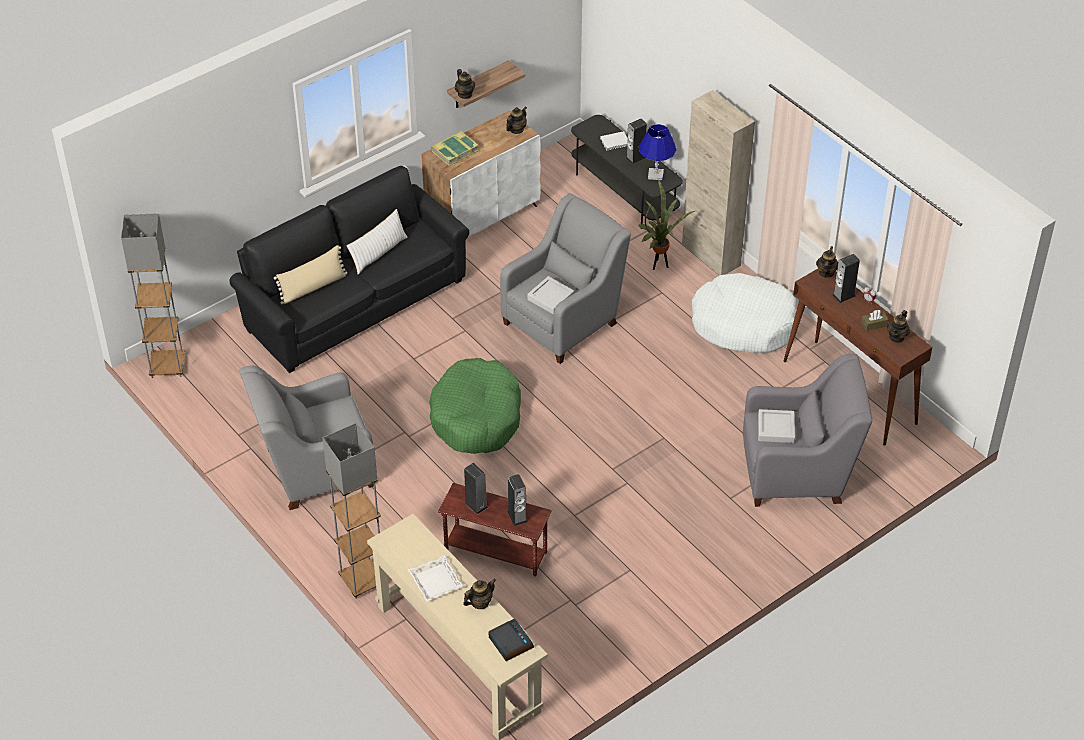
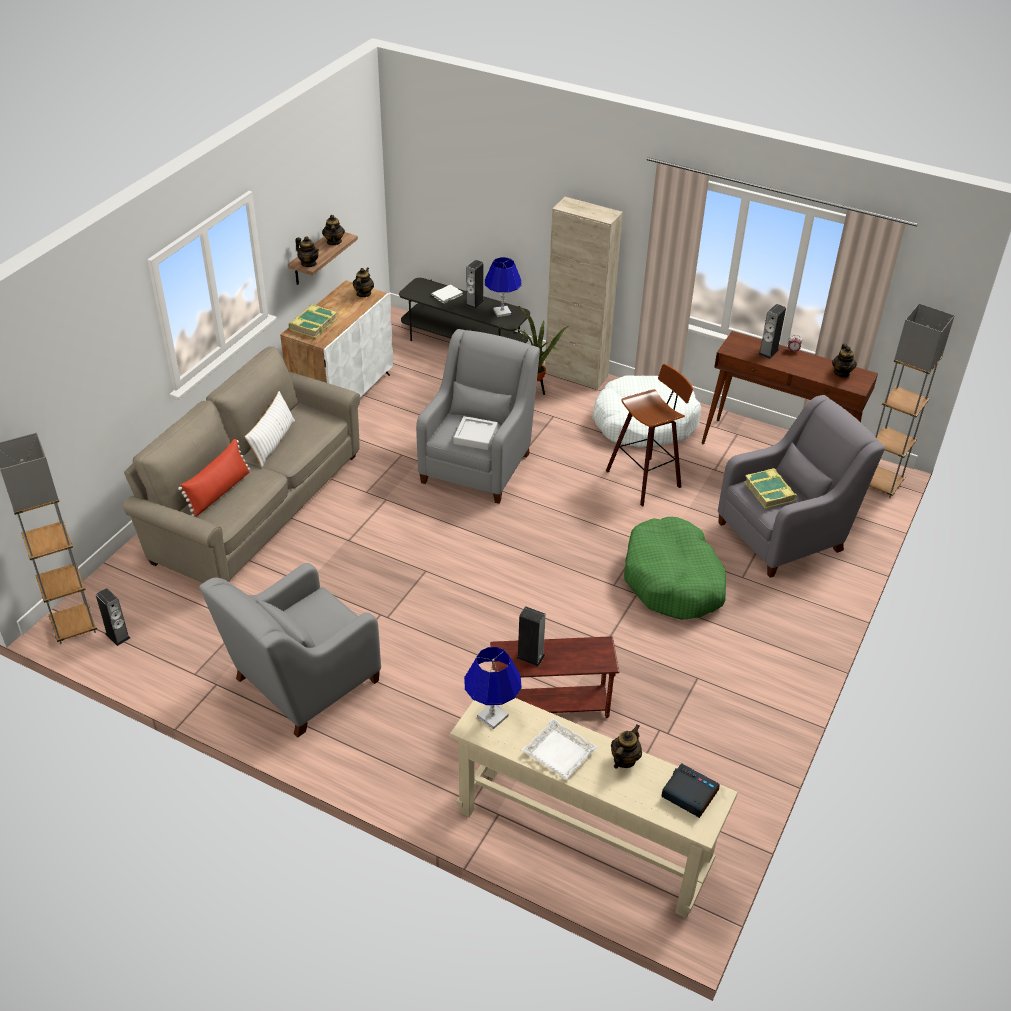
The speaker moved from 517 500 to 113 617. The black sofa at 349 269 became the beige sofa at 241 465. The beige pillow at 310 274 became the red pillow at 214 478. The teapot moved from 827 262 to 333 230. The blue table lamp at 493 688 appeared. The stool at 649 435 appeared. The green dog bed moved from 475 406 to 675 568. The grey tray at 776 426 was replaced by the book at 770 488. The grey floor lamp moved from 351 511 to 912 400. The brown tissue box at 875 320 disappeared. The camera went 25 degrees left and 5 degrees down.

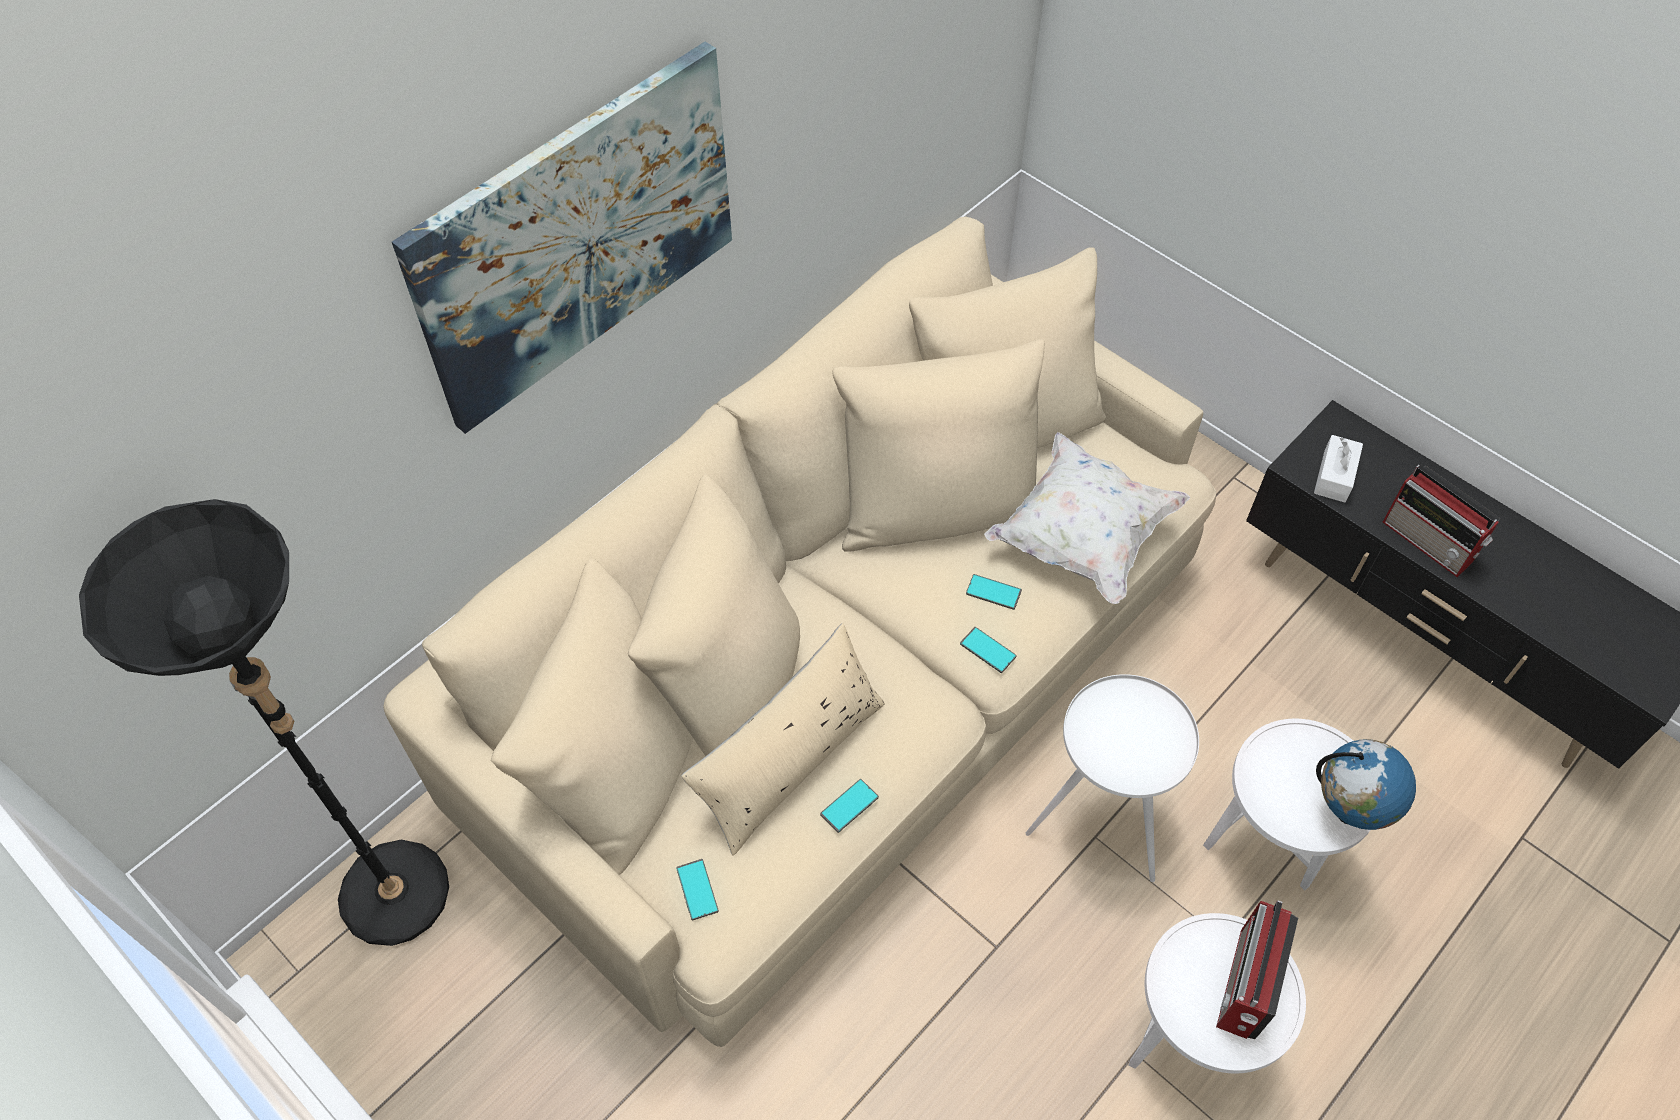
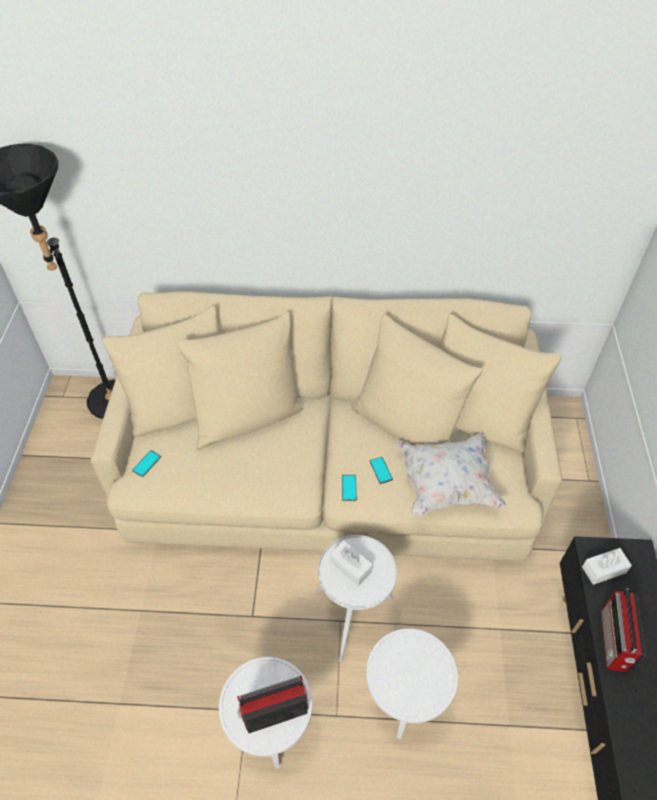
The white tissue box at 351 563 appeared. The picture at 562 238 disappeared. The beige pillow at 783 739 disappeared. The phone at 849 806 disappeared. The globe at 1366 784 disappeared. The camera went 50 degrees right and 5 degrees down.

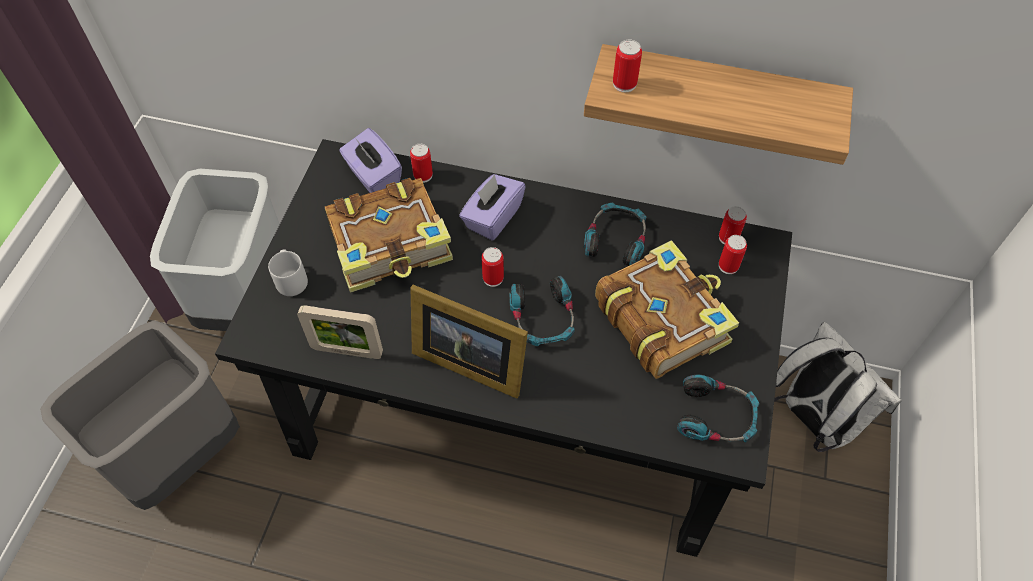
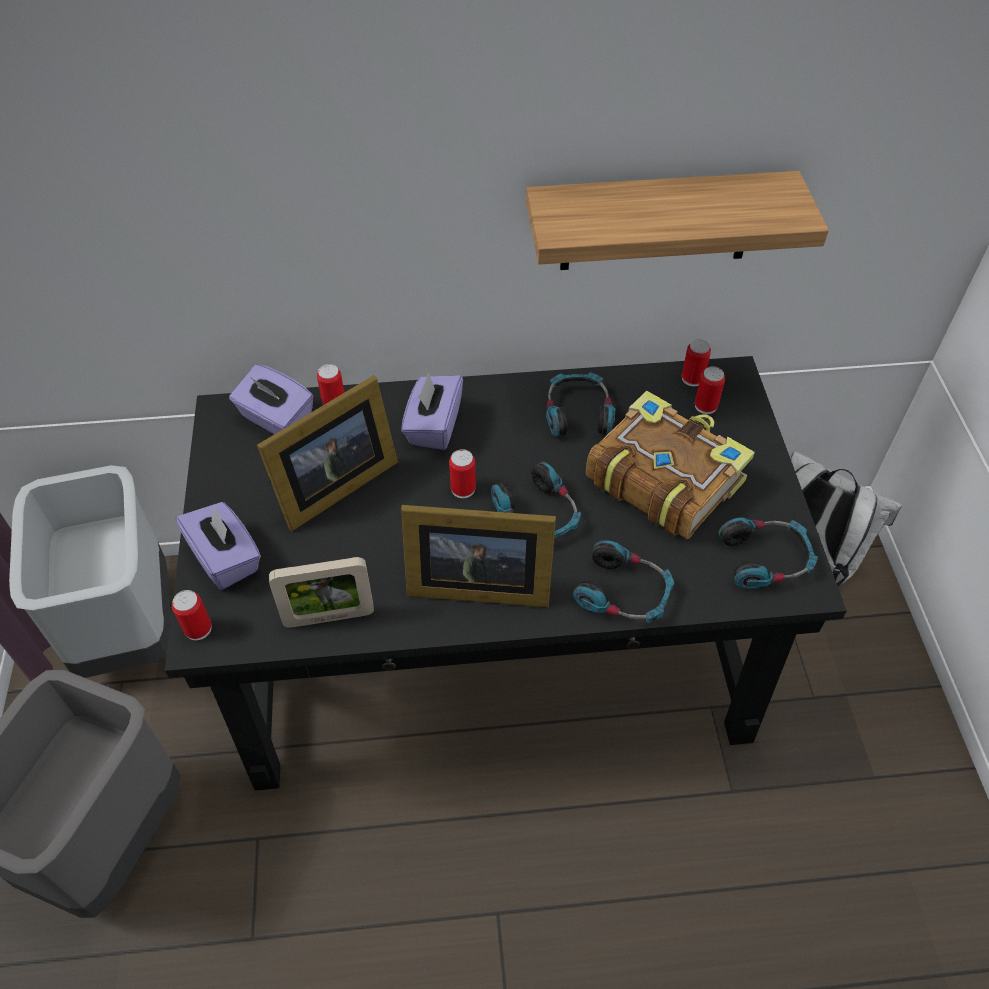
The can moved from 627 65 to 192 615. The grey mug at 288 272 was replaced by the purple tissue box at 218 546. The book at 389 235 was replaced by the picture frame at 327 453. The headphones at 623 581 appeared. The camera went 20 degrees left and 5 degrees down.

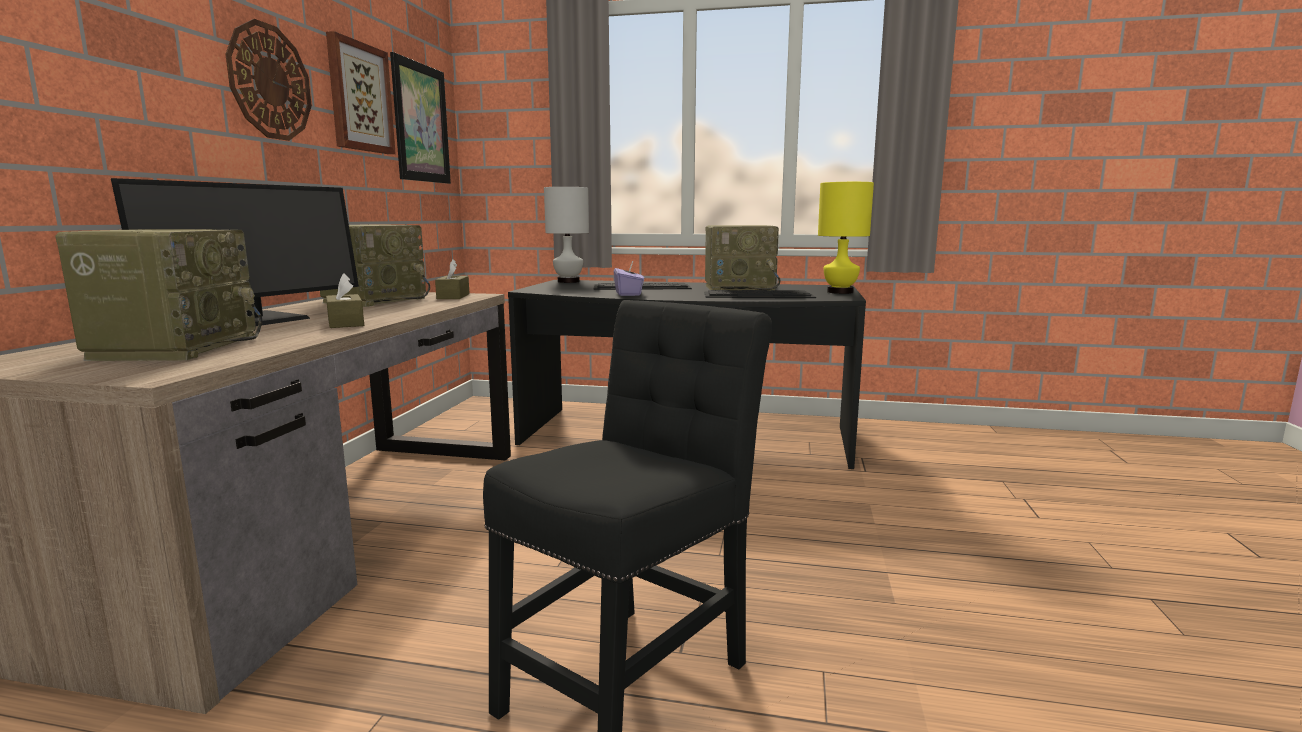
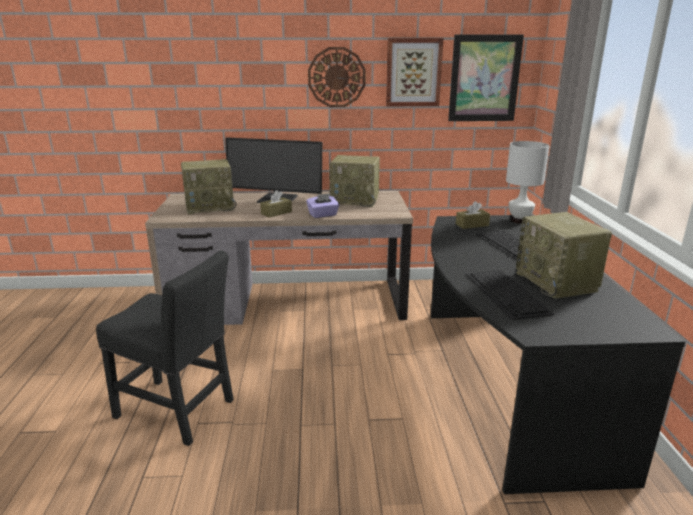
The purple tissue box moved from 629 278 to 322 205. The brown tissue box moved from 452 279 to 473 215. The yellow table lamp at 846 238 disappeared. The camera went 75 degrees right and 10 degrees up.

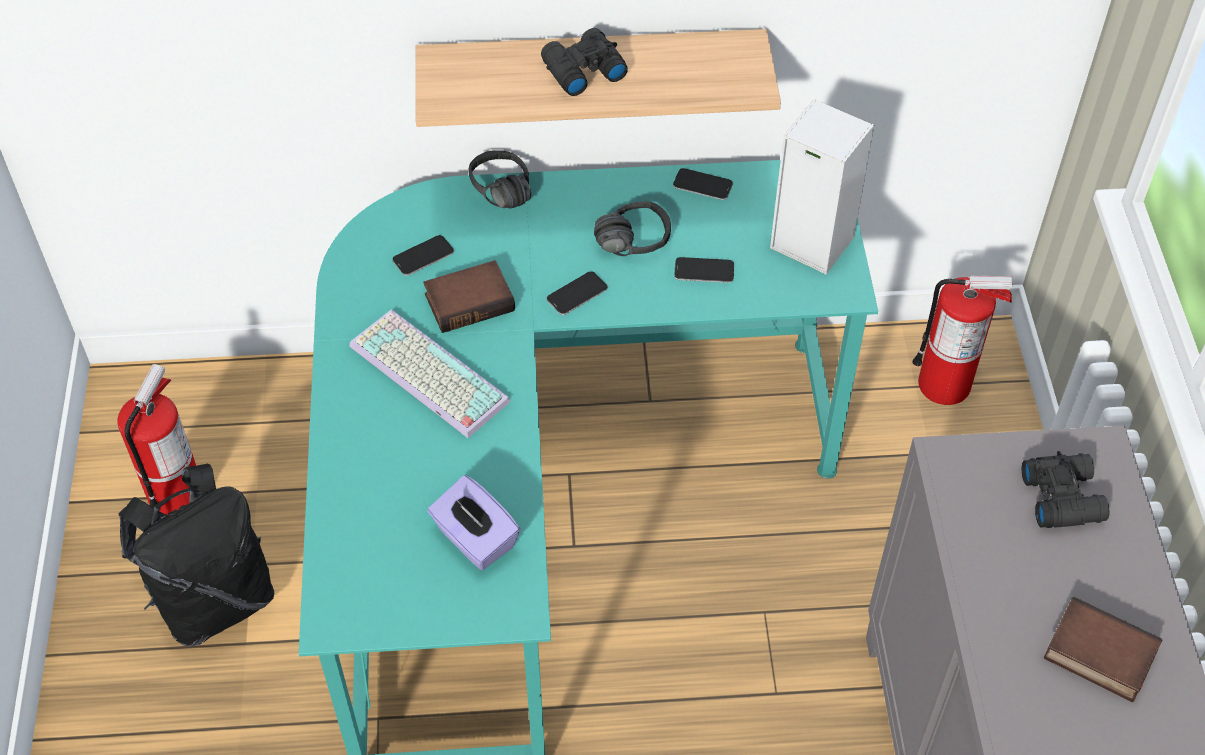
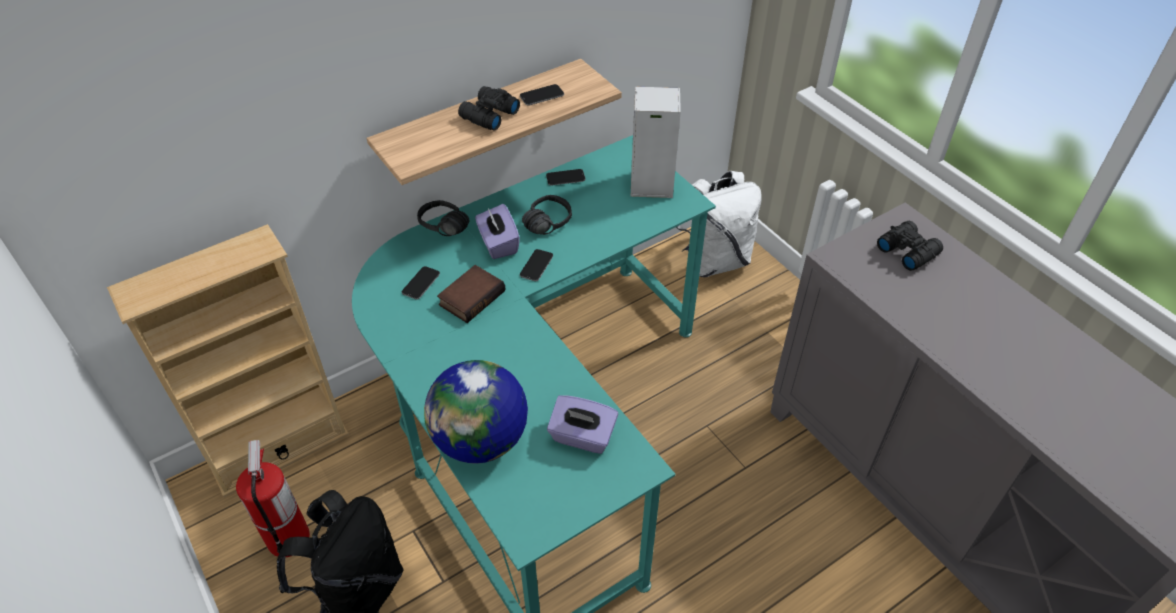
The beige bookcase at 228 361 appeared. The globe at 476 412 appeared. The purple tissue box at 497 231 appeared. The phone moved from 704 270 to 542 95. The fire extinguisher at 962 340 was replaced by the white backpack at 719 224. The keyboard at 430 373 disappeared. The book at 1102 649 disappeared. The camera went 30 degrees left and 5 degrees down.

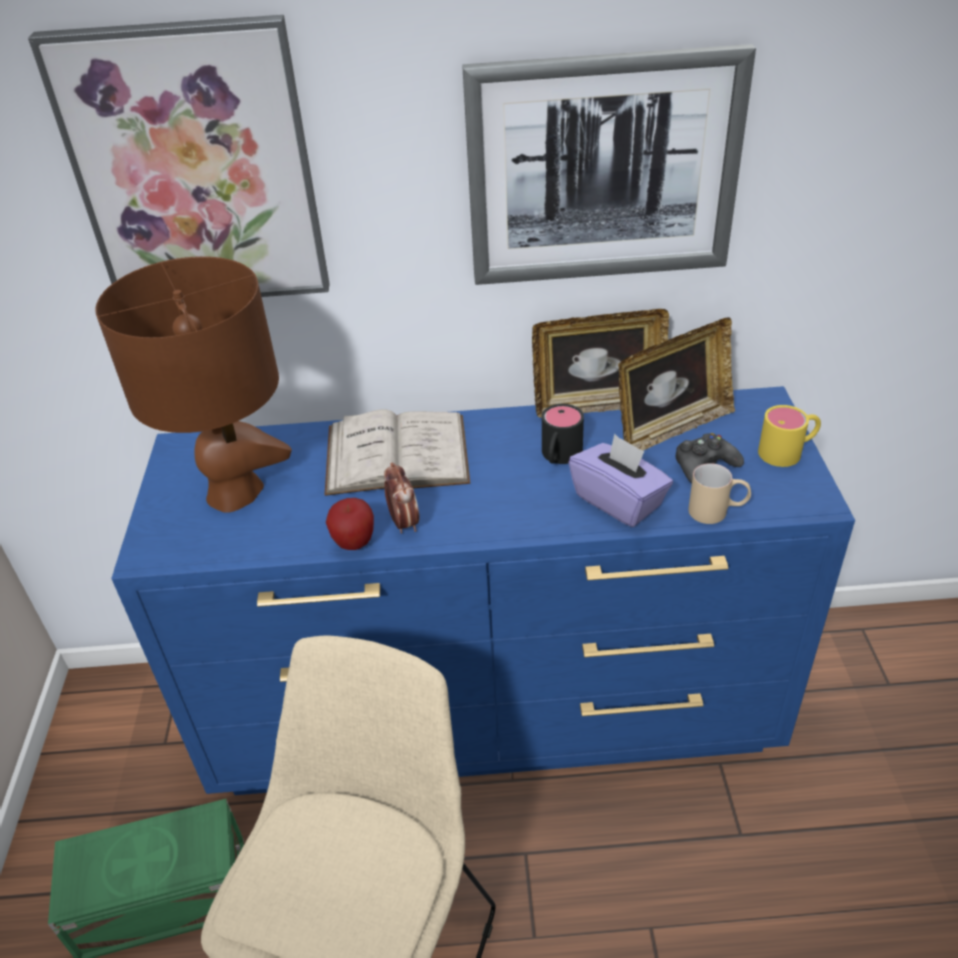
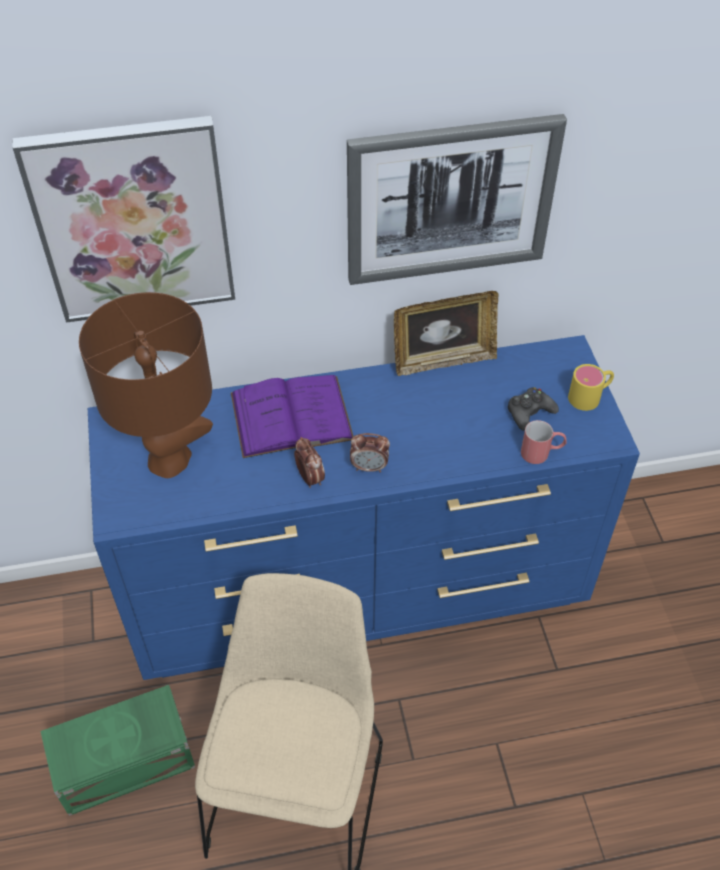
The white book at 397 452 became the purple book at 292 416. The alarm clock at 370 453 appeared. The beige mug at 719 493 became the red mug at 544 442. The apple at 350 524 disappeared. The black mug at 563 434 disappeared. The purple tissue box at 620 480 disappeared. The picture frame at 676 384 disappeared. The camera went 10 degrees left and 10 degrees up.

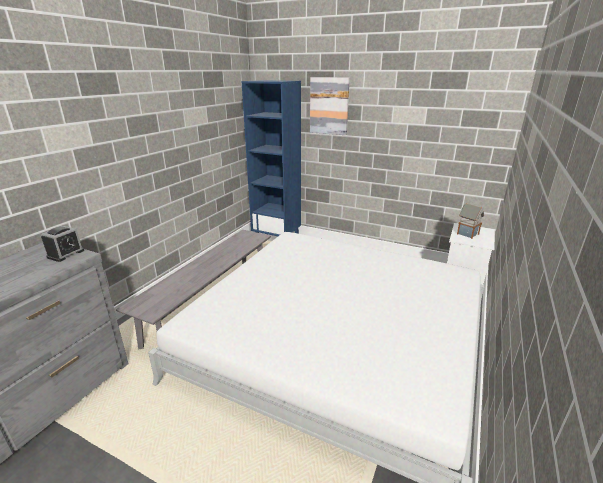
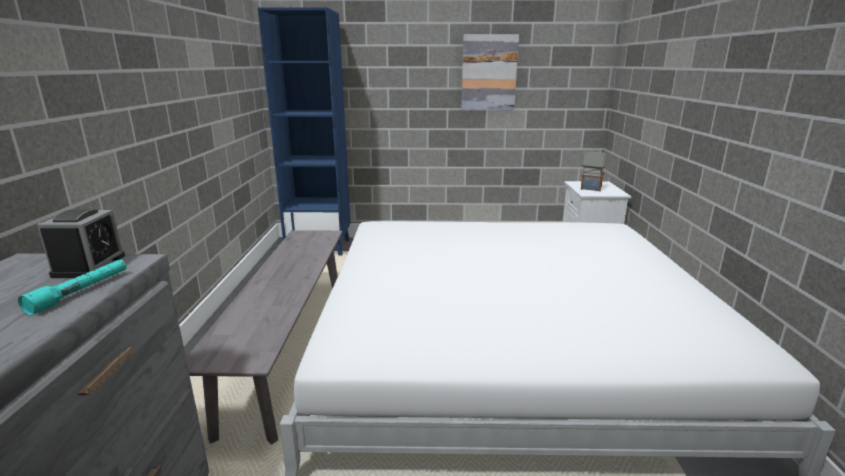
The turquoise flashlight at 72 288 appeared. The picture moved from 330 106 to 490 72. The camera went 25 degrees left and 5 degrees down.

